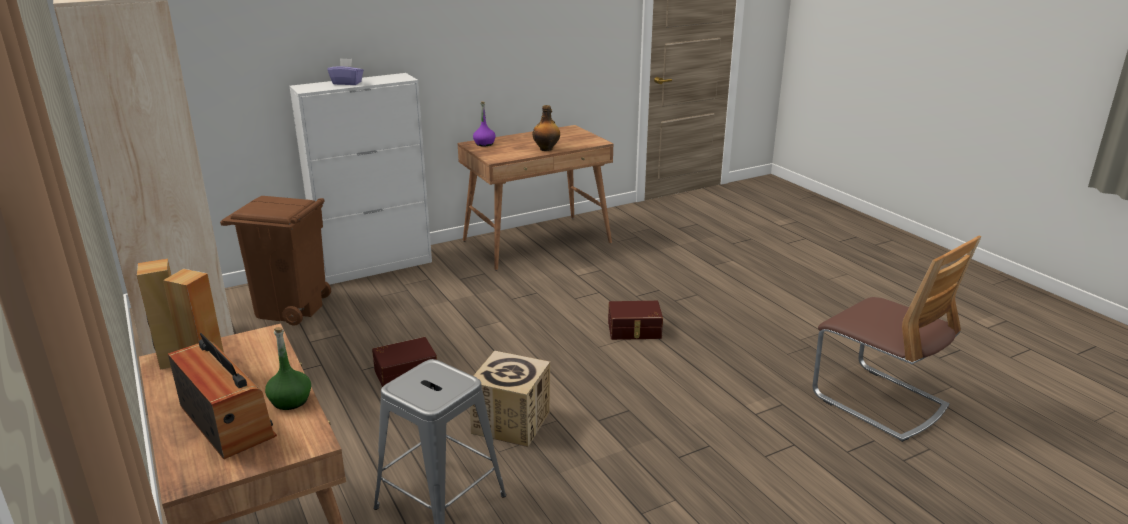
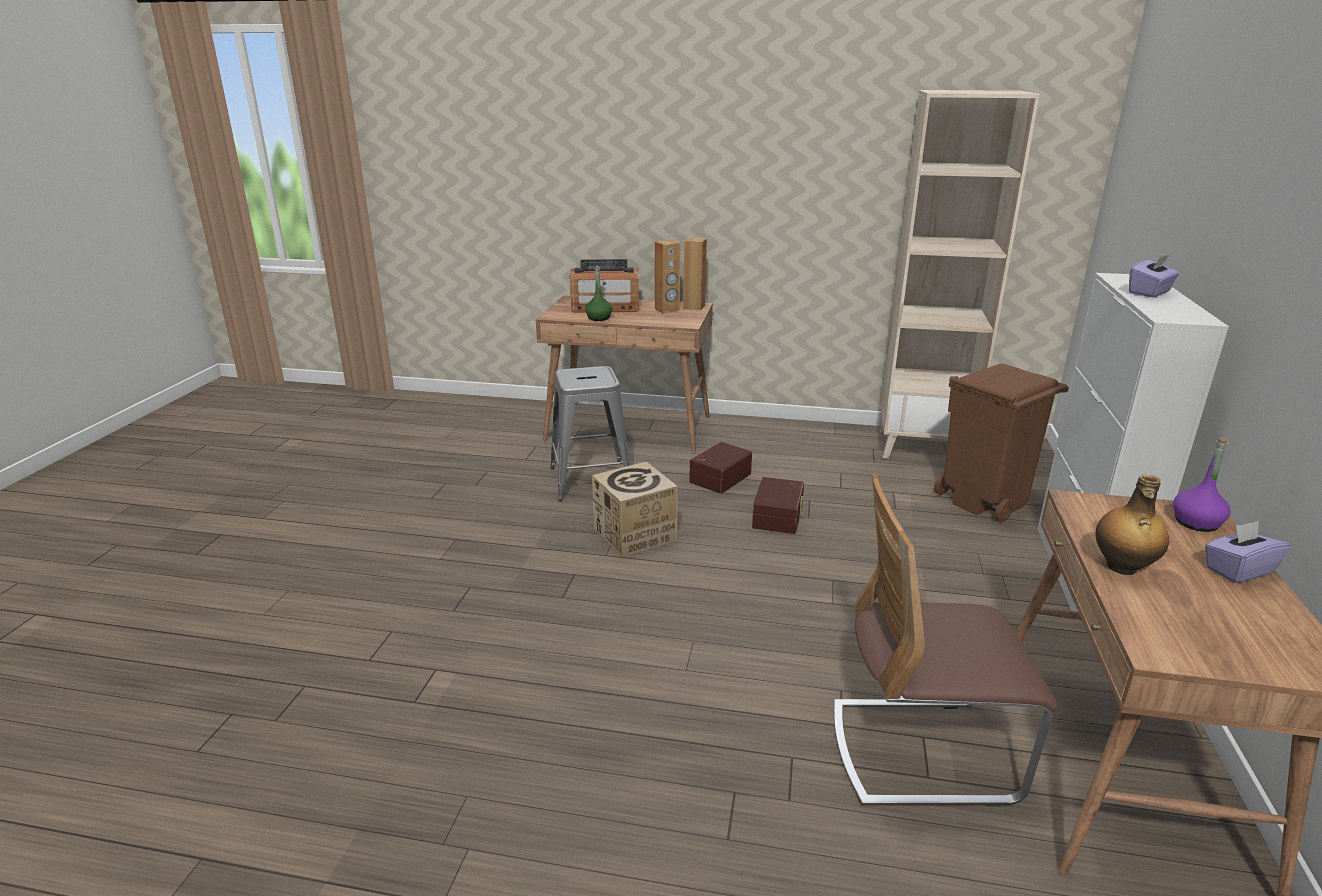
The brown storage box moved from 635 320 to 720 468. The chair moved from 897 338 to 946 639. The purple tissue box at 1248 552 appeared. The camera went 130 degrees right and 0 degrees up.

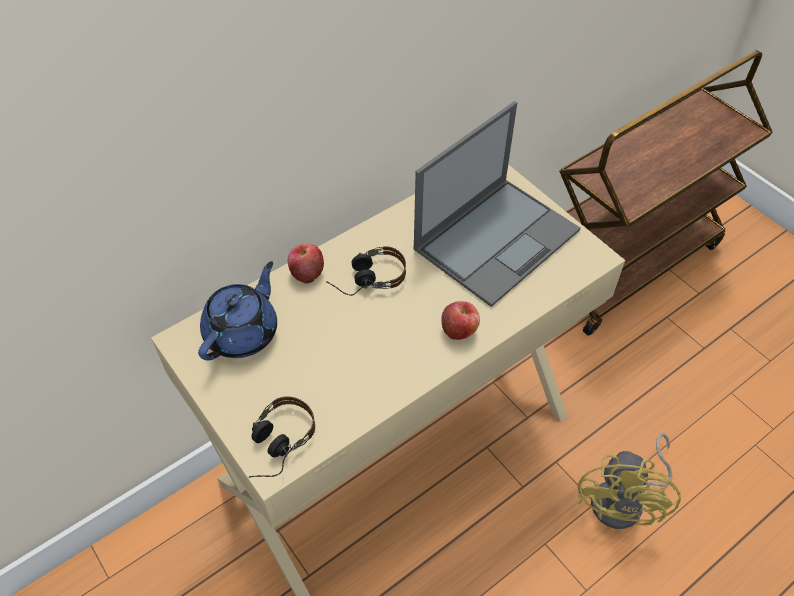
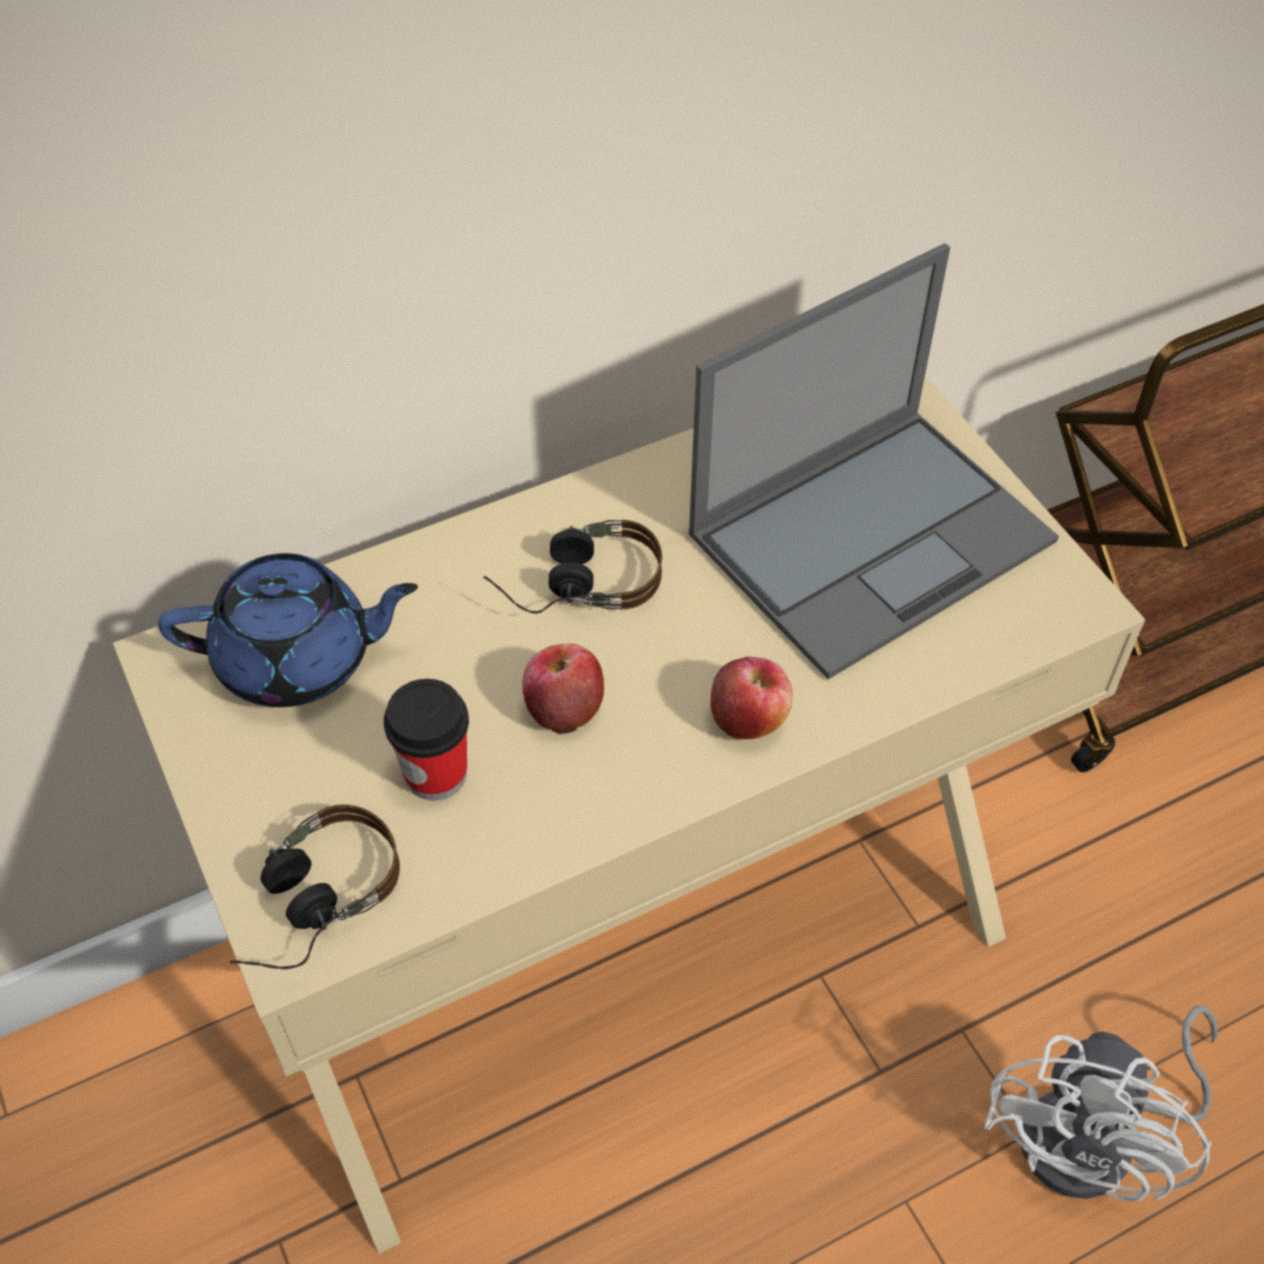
The blue teapot at 237 310 turned 45 degrees clockwise. The cup at 426 739 appeared. The apple moved from 306 263 to 563 689. The yellow fan at 629 481 became the white fan at 1101 1104. The camera went 10 degrees right and 0 degrees up.

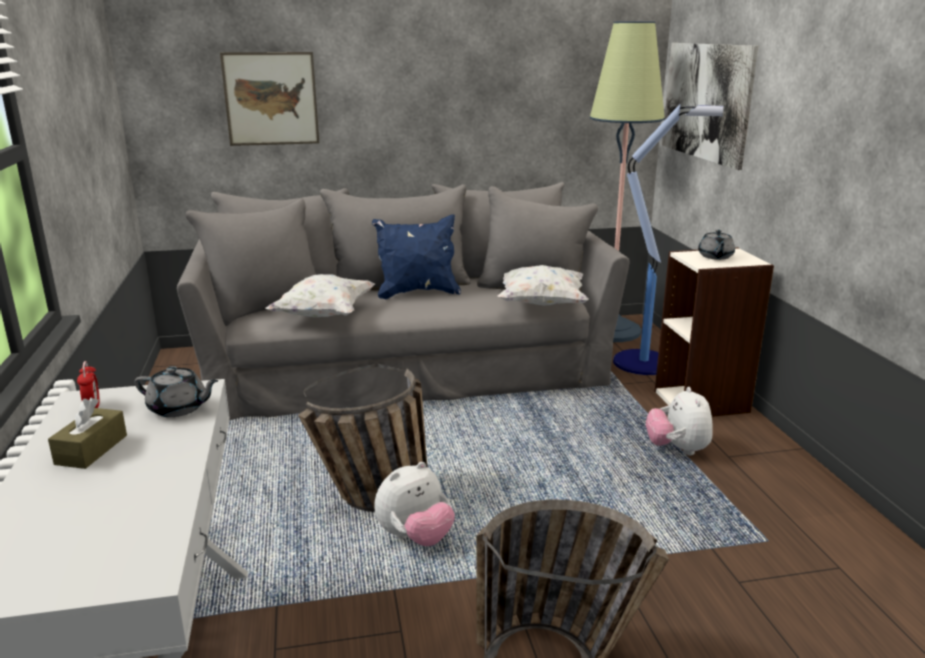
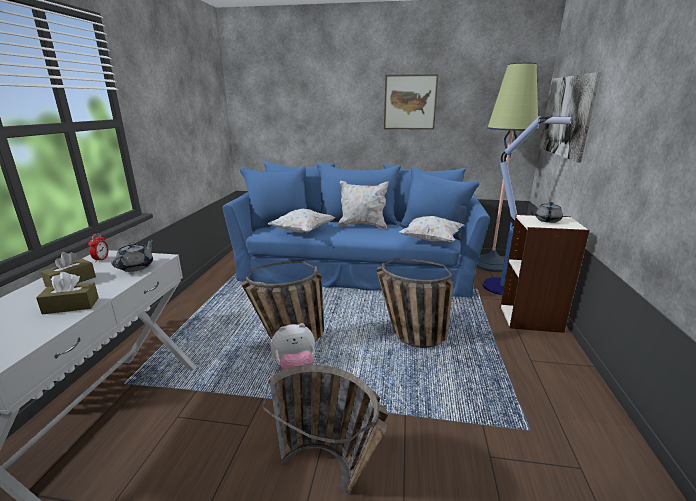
The brown tissue box at 67 293 appeared. The grey teapot at 176 391 turned 105 degrees counterclockwise. The grey sofa at 403 301 became the blue sofa at 356 229. The blue pillow at 416 256 became the white pillow at 363 205. The basket at 415 303 appeared. The picture moved from 269 99 to 411 102. The plush toy at 679 421 disappeared. The camera went 20 degrees right and 0 degrees up.

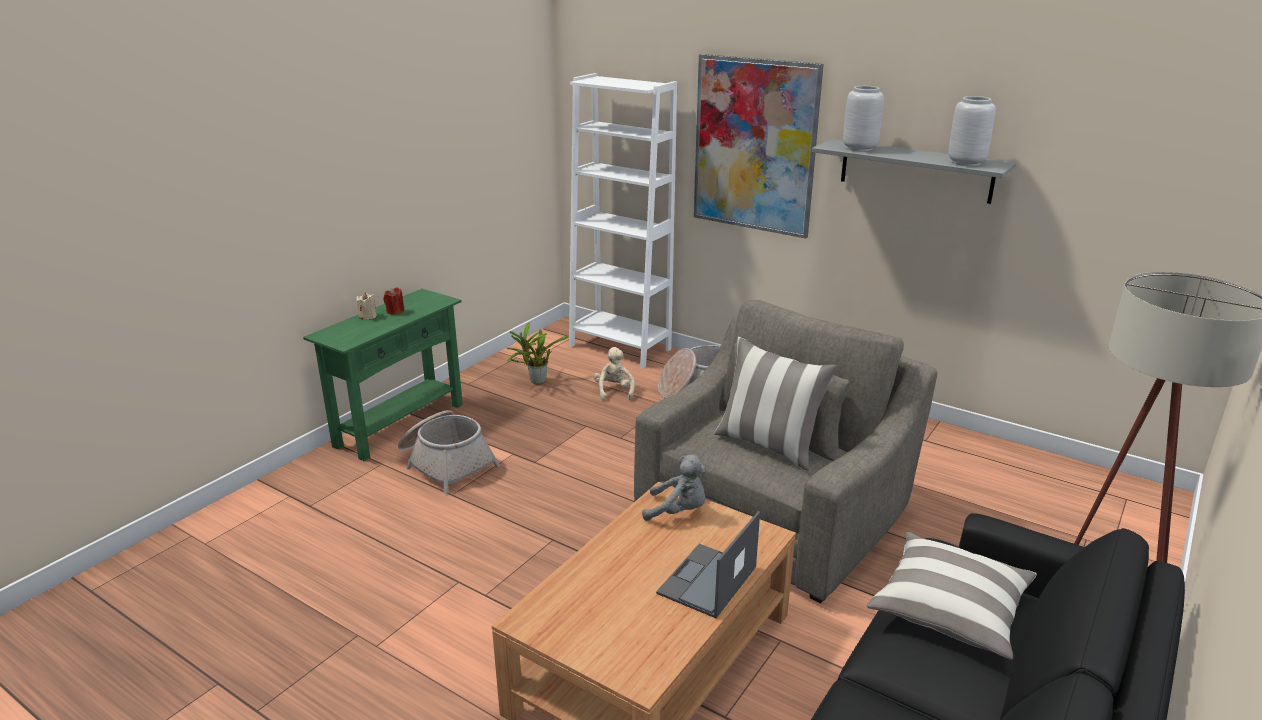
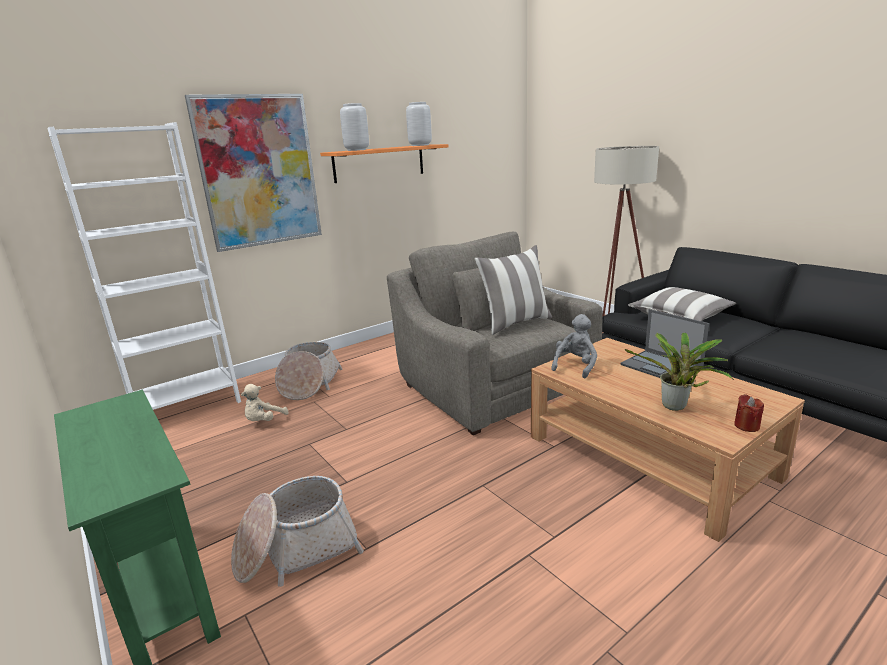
The beige plush toy at 614 373 turned 75 degrees counterclockwise. The grey shelf at 914 171 became the orange shelf at 384 163. The potted plant moved from 537 353 to 679 372. The red candle moved from 393 301 to 749 413. The beige candle at 366 306 disappeared. The camera went 70 degrees left and 5 degrees down.

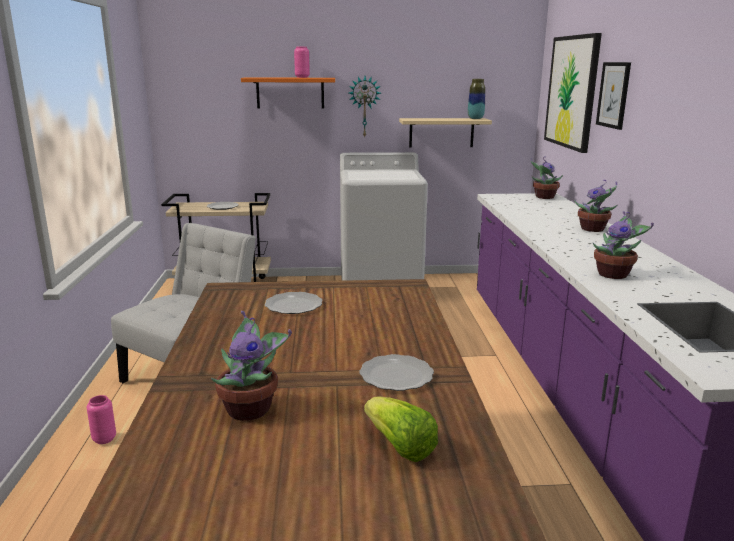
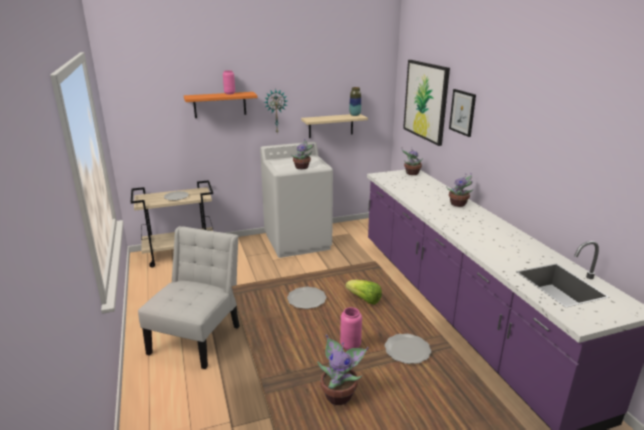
The potted plant moved from 623 245 to 302 154. The pink vase moved from 101 419 to 351 328. The lettuce moved from 401 429 to 363 292. The camera went 15 degrees left and 5 degrees up.

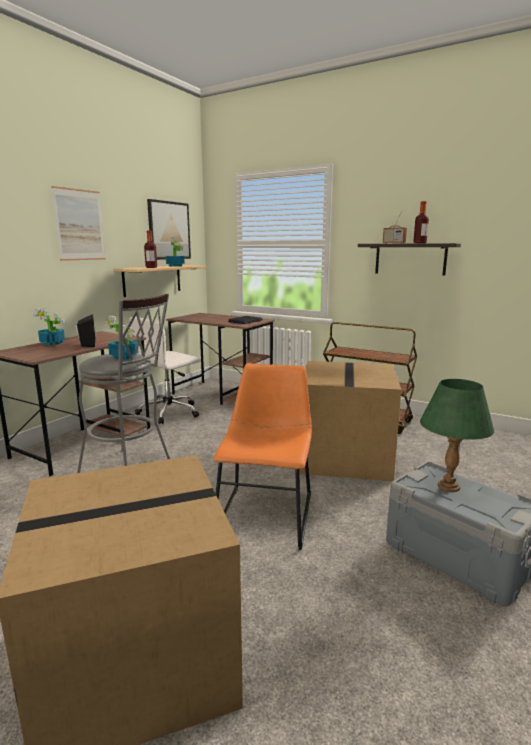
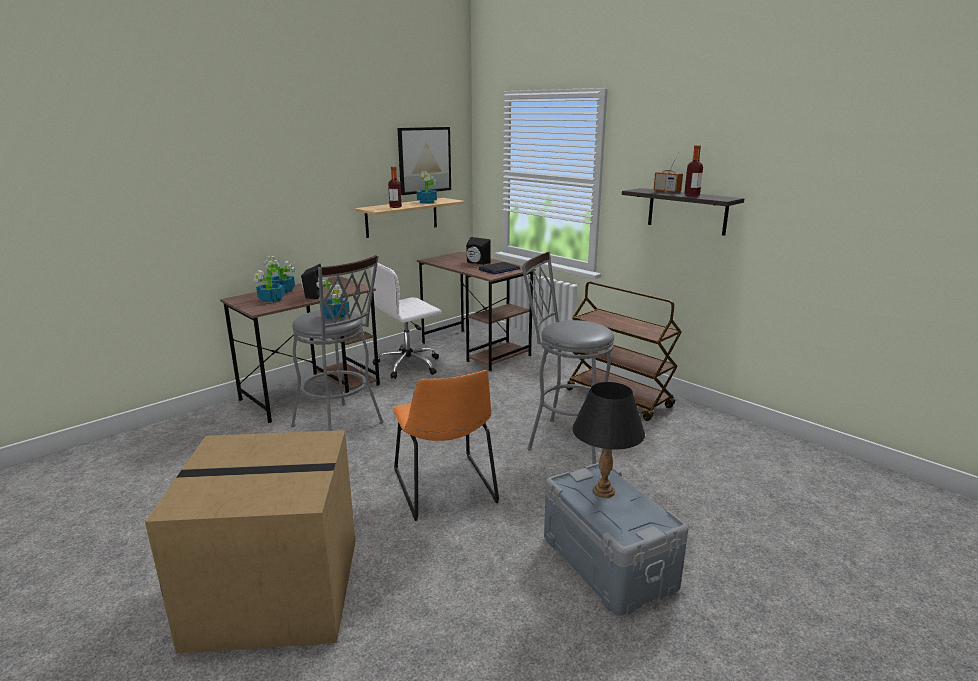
The potted plant at 269 281 appeared. The orange chair at 263 456 turned 135 degrees clockwise. The black speaker at 478 251 appeared. The cardboard box at 350 421 was replaced by the grey stool at 568 357. The green table lamp at 457 435 became the black table lamp at 608 440. The picture at 78 223 disappeared. The camera went 15 degrees right and 5 degrees up.

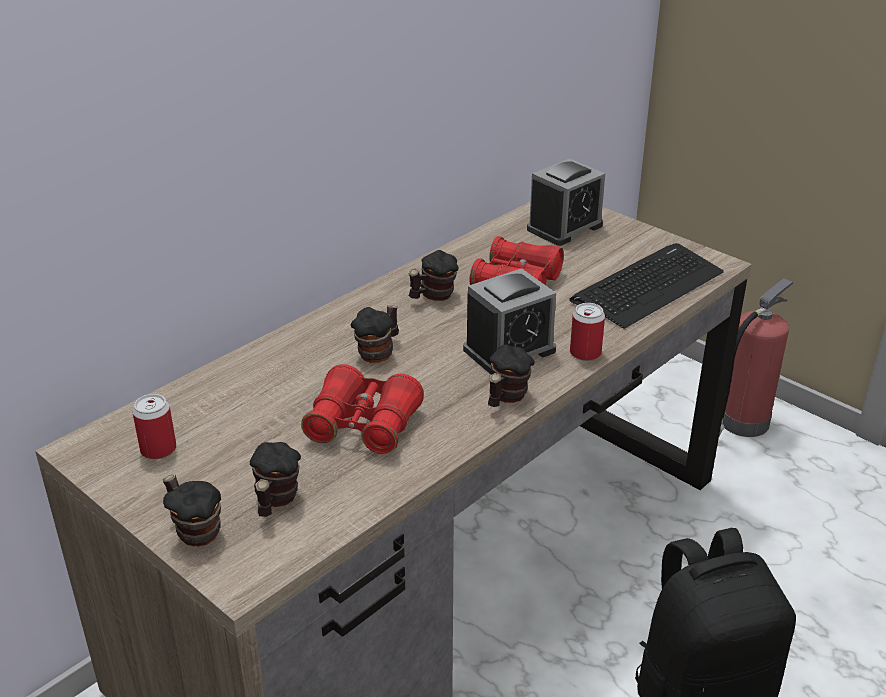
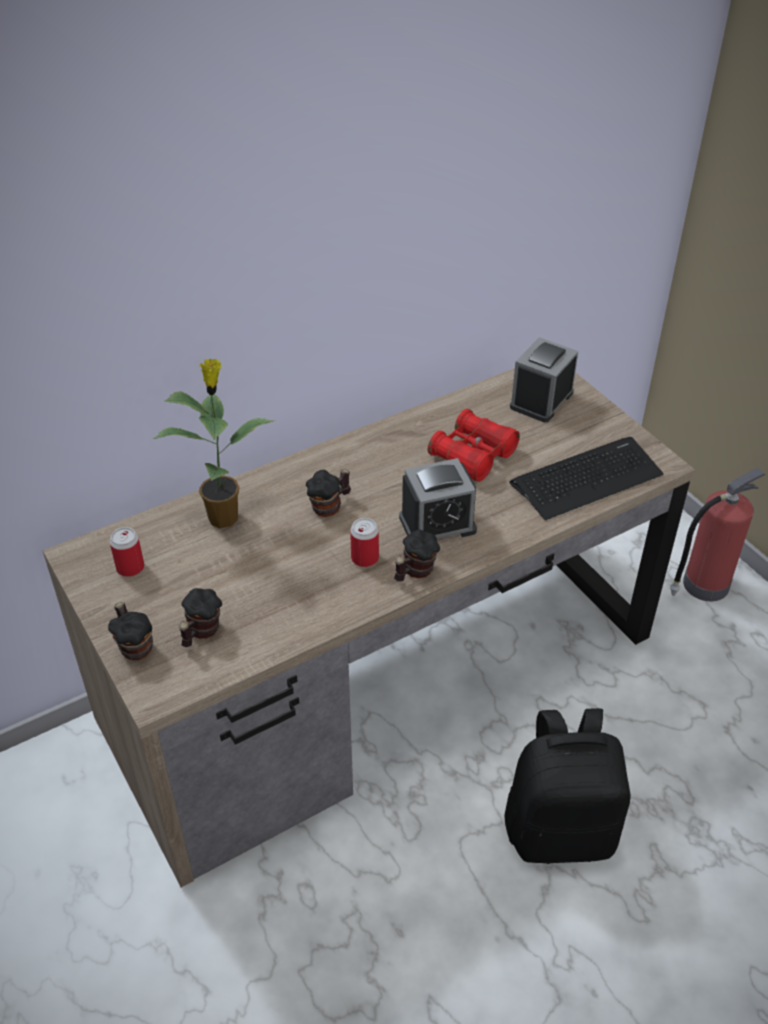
The potted plant at 214 443 appeared. The can moved from 587 332 to 364 542. The alarm clock at 566 202 turned 150 degrees clockwise. The red binoculars at 362 409 disappeared. The mug at 433 275 disappeared. The camera went 15 degrees right and 10 degrees up.

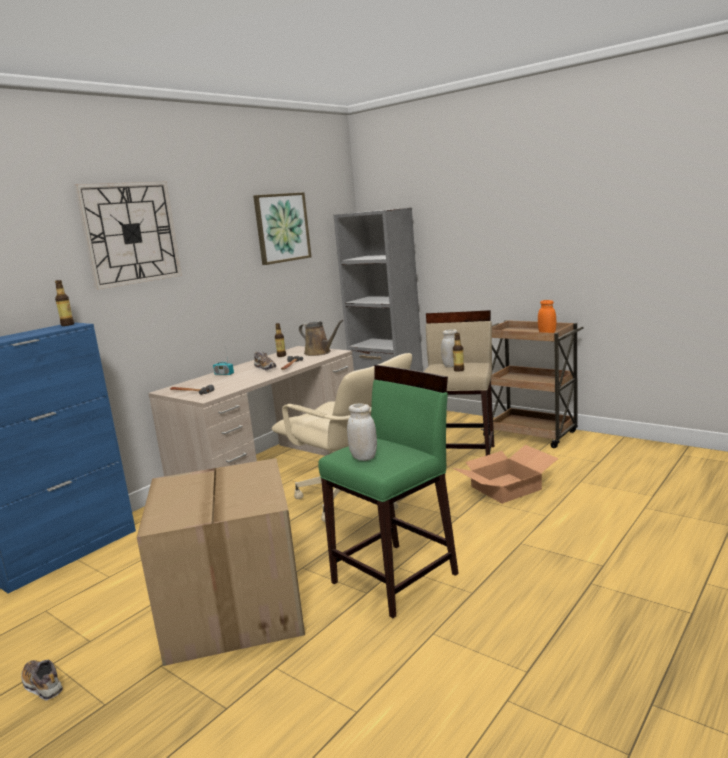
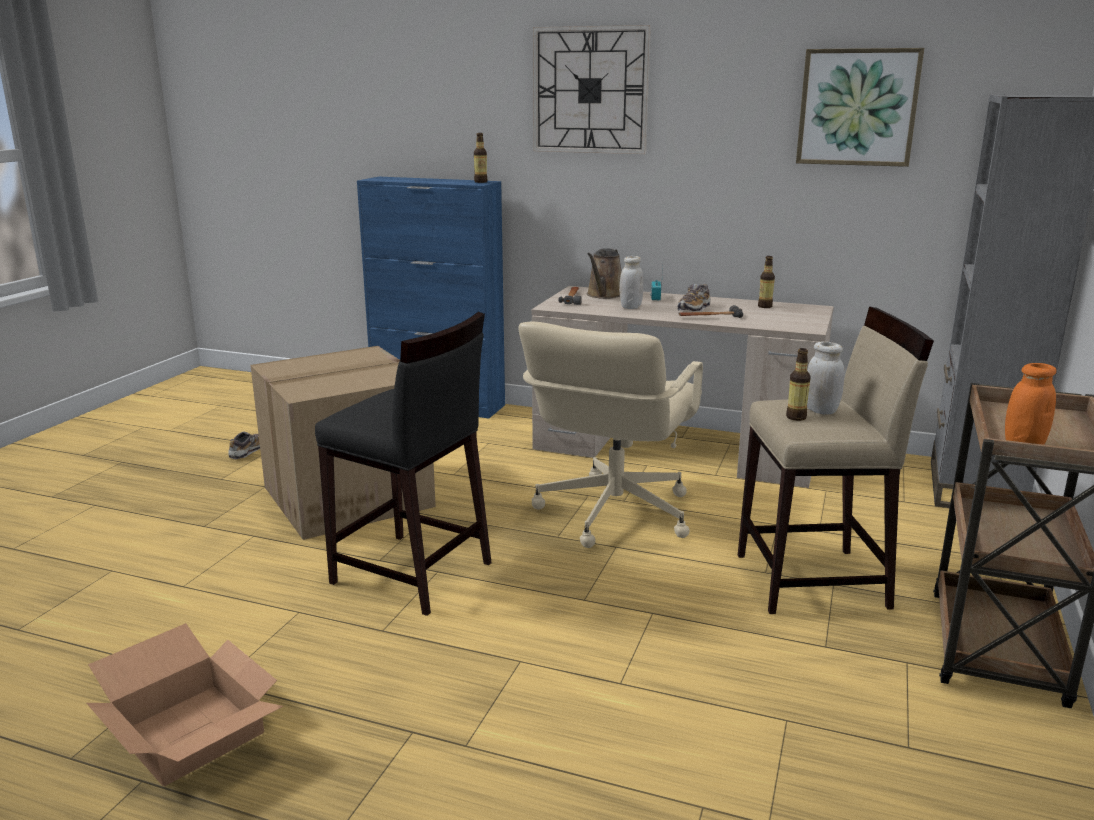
The cardboard box moved from 506 474 to 185 704. The green stool at 388 491 became the black stool at 403 464. The brown watering can moved from 321 338 to 604 273. The white jar moved from 362 432 to 631 282. The camera went 70 degrees right and 5 degrees up.

